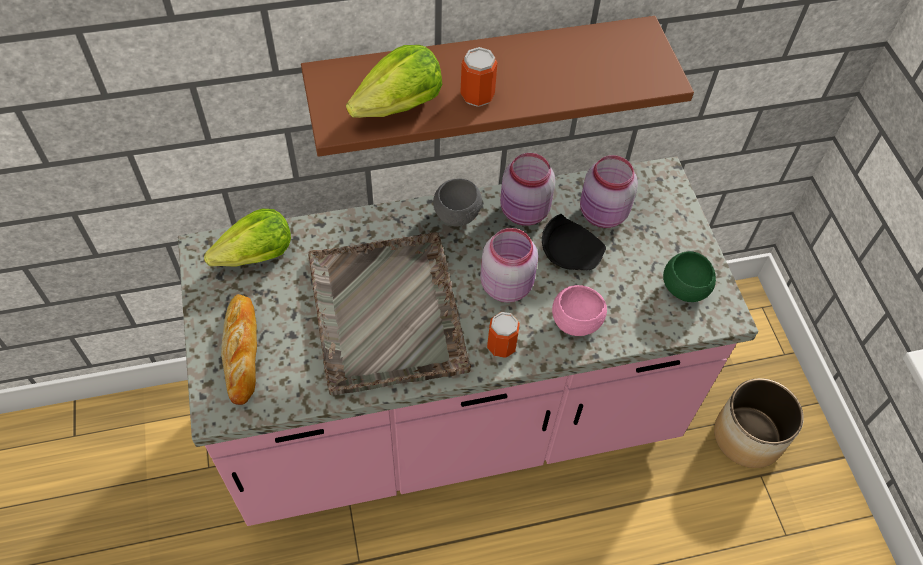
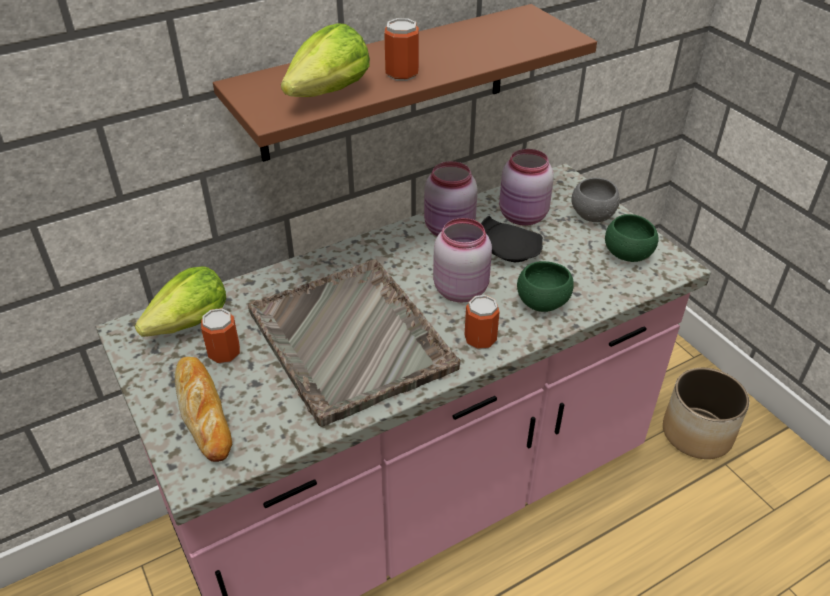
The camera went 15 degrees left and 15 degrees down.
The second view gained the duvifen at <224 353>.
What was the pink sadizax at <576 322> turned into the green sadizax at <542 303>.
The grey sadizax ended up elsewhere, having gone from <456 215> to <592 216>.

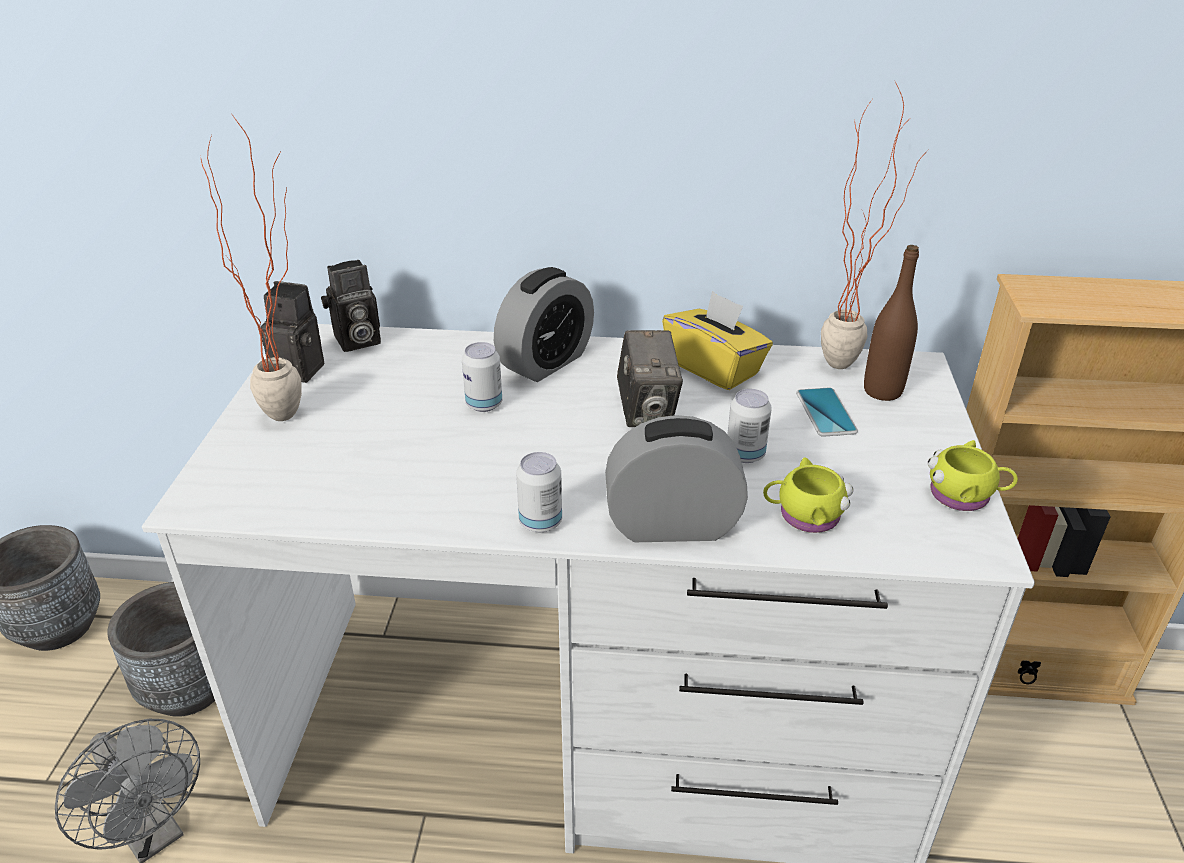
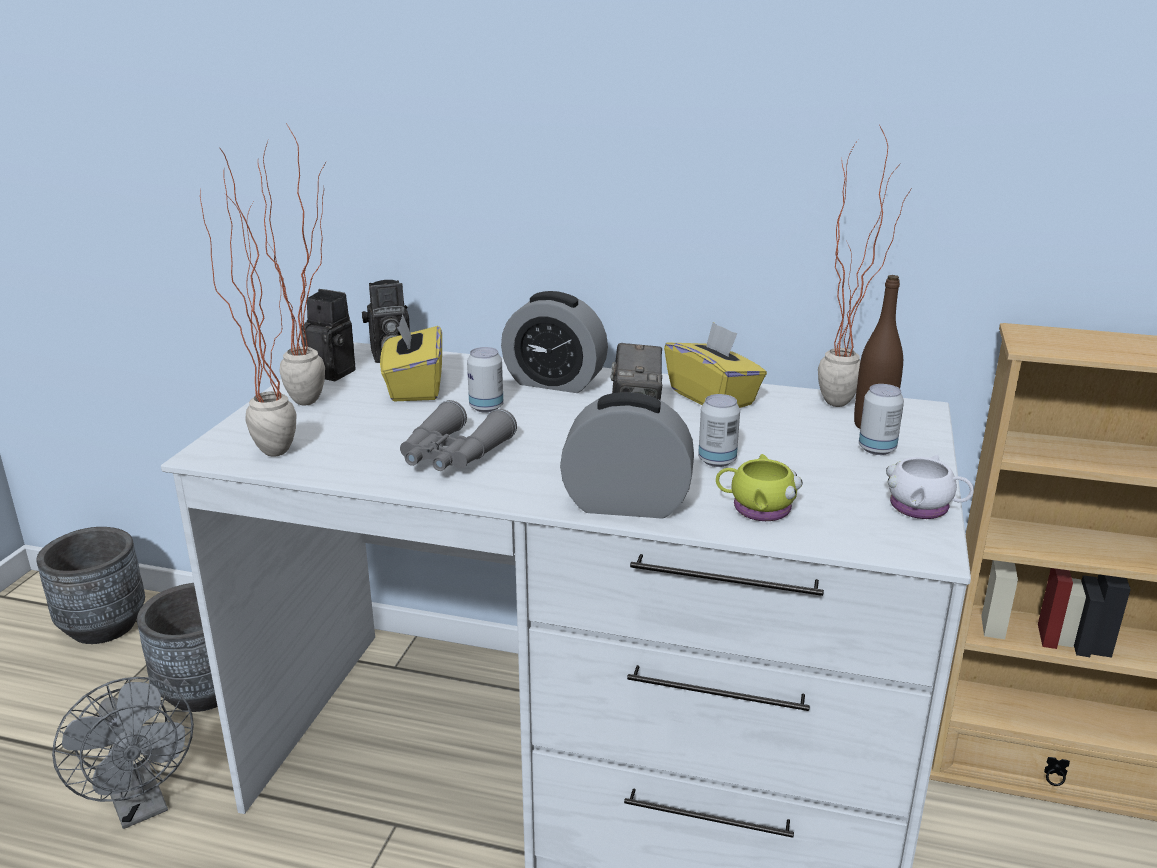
The camera went 10 degrees right and 10 degrees down.
The second view gained the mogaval at <271 446>.
The second view gained the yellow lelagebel at <414 387>.
The second view gained the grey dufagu at <453 455>.
The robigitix at <546 362> ended up facing another way, 60 degrees clockwise from before.
The duvifen ended up elsewhere, having gone from <540 522> to <877 449>.
What was the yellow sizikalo at <964 496> turned into the white sizikalo at <924 508>.
The second view lost the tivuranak at <825 413>.

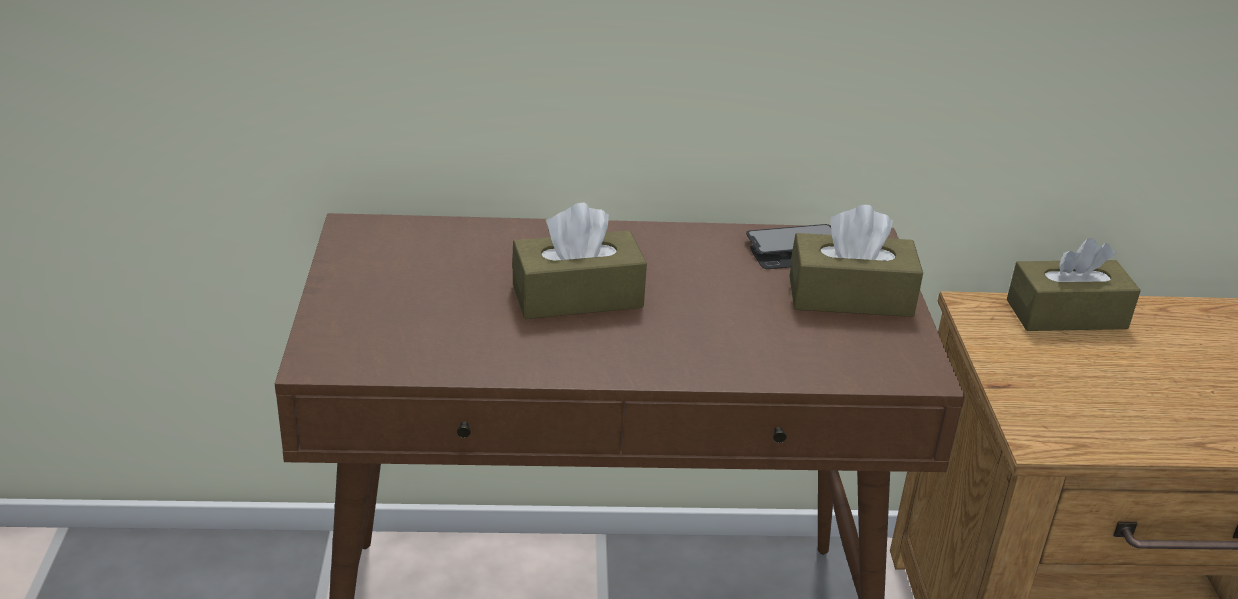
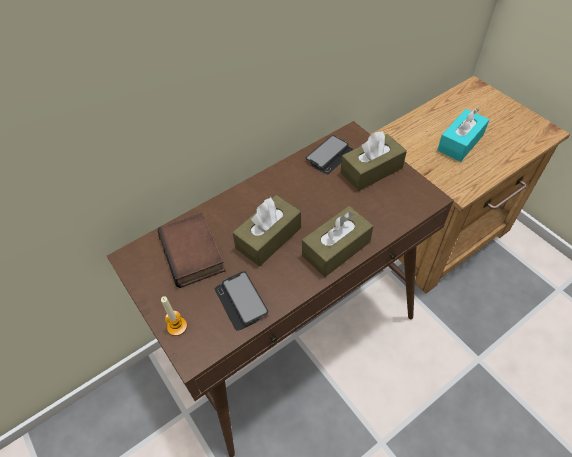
The camera went 30 degrees left and 20 degrees up.
The second view gained the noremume at <195 254>.
The second view gained the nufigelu at <177 326>.
The second view gained the tivuranak at <241 301>.
The brown lelagebel ended up elsewhere, having gone from <1066 314> to <336 248>.
The second view gained the turquoise lelagebel at <460 143>.

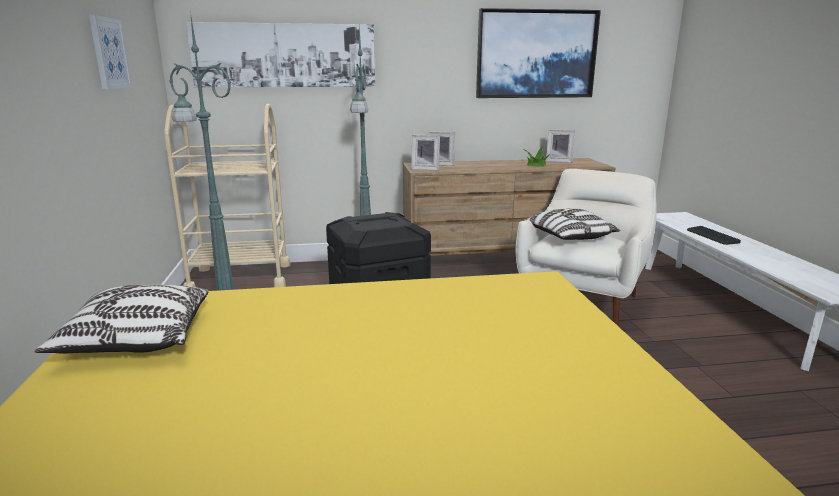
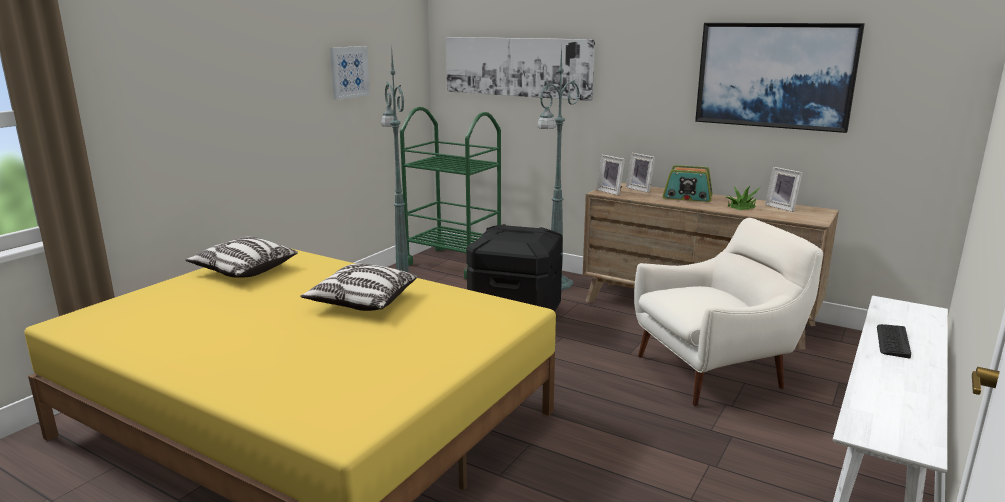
The camera went 40 degrees right and 0 degrees up.
The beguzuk ended up elsewhere, having gone from <568 237> to <362 302>.
What was the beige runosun at <240 278> turned into the green runosun at <453 262>.
The second view gained the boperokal at <687 197>.

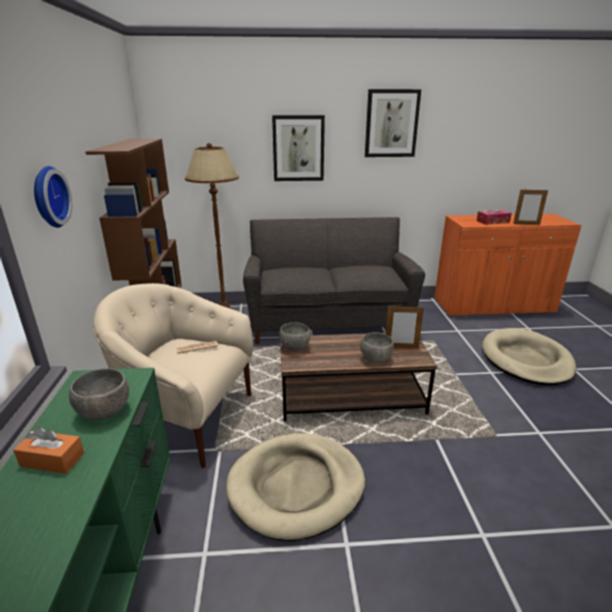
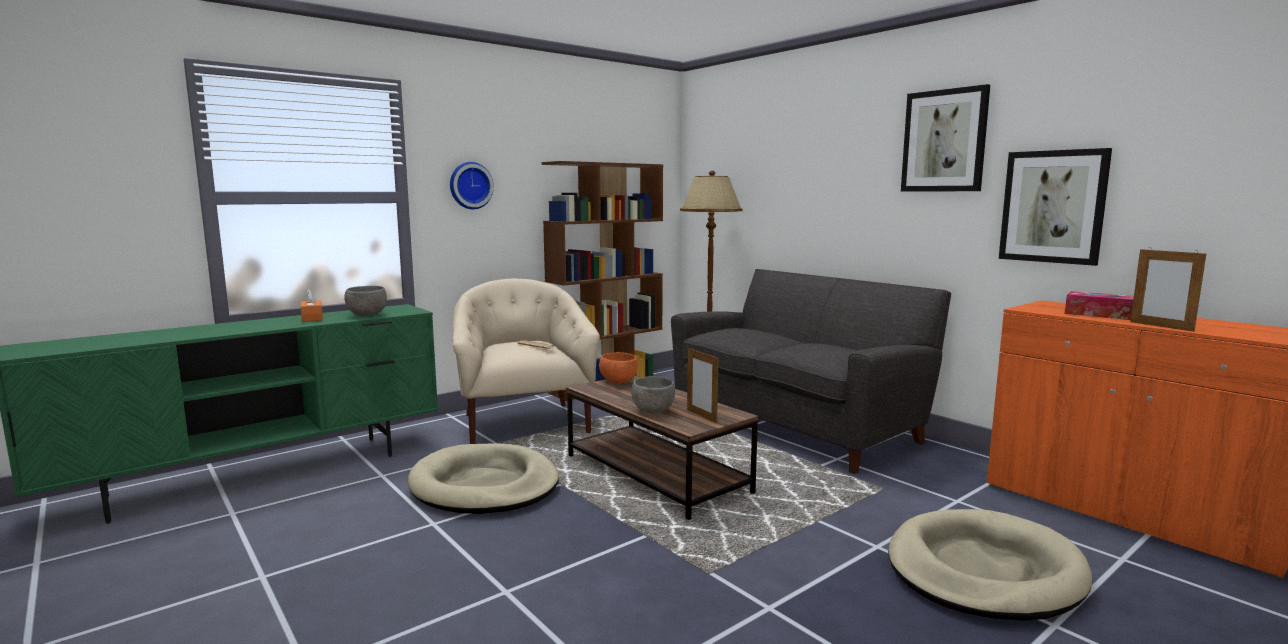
The camera went 55 degrees right and 15 degrees down.
What was the grey sadizax at <295 348> turned into the orange sadizax at <618 382>.
The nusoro ended up elsewhere, having gone from <298 148> to <1053 206>.

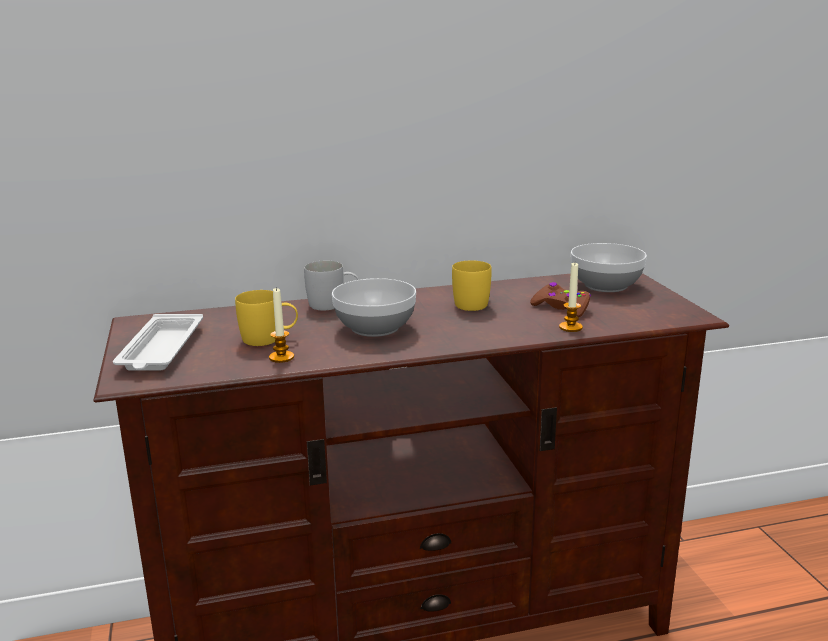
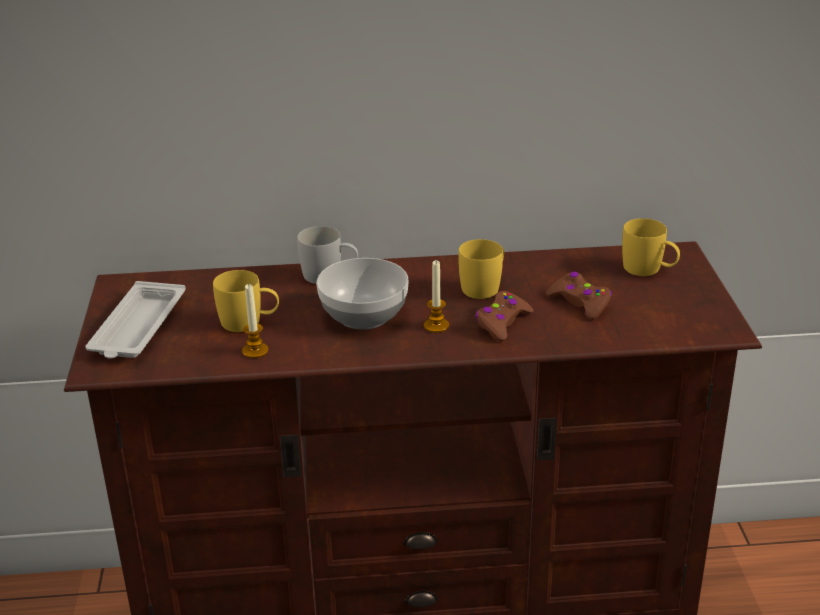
The camera went 10 degrees right and 10 degrees up.
The nufigelu ended up elsewhere, having gone from <570 327> to <436 326>.
The second view gained the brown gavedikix at <502 323>.
Where the sadizax stood at <607 285>, the yellow sizikalo came to stand at <649 270>.

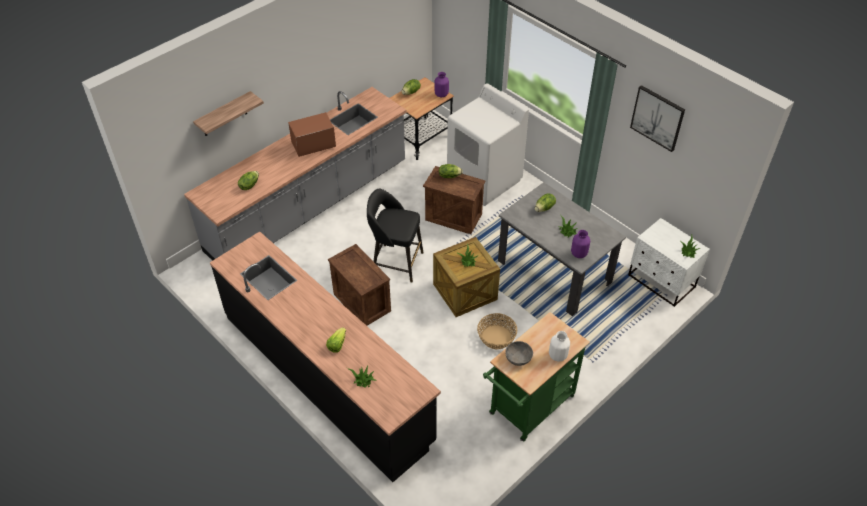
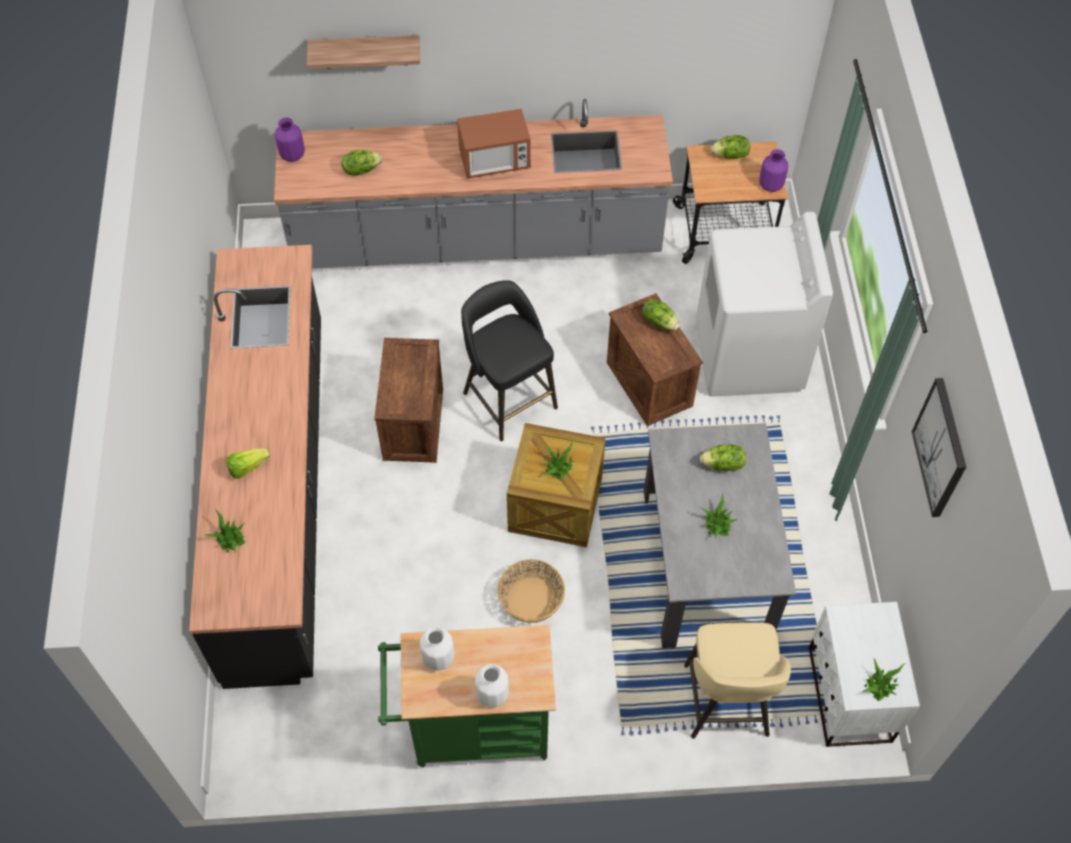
The camera went 40 degrees right and 10 degrees up.
The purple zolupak ended up elsewhere, having gone from <578 254> to <292 155>.
Where the grey sadizax stood at <518 358>, the white zolupak came to stand at <438 657>.
The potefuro at <313 145> ended up facing another way, 150 degrees clockwise from before.
The second view gained the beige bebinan at <726 703>.

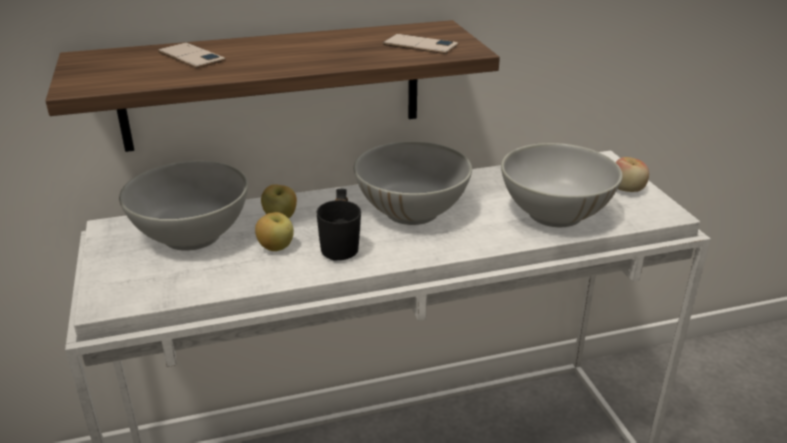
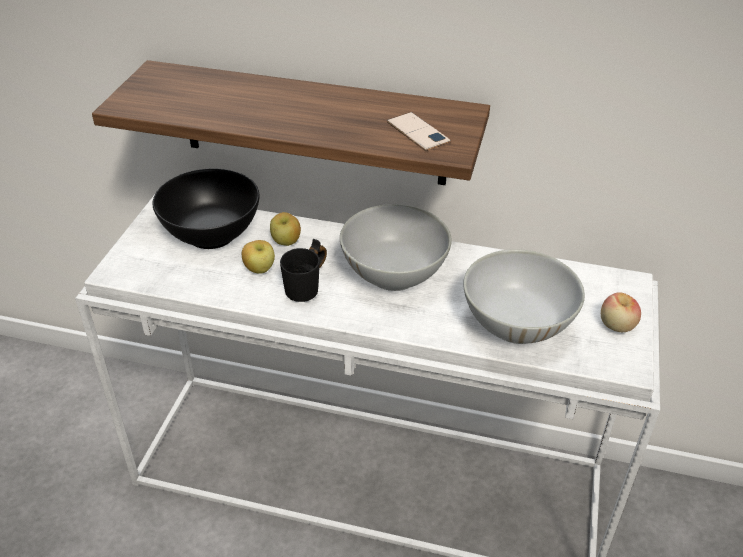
The camera went 30 degrees right and 10 degrees up.
What was the white sadizax at <193 235> turned into the black sadizax at <212 235>.
The second view lost the tivuranak at <191 56>.

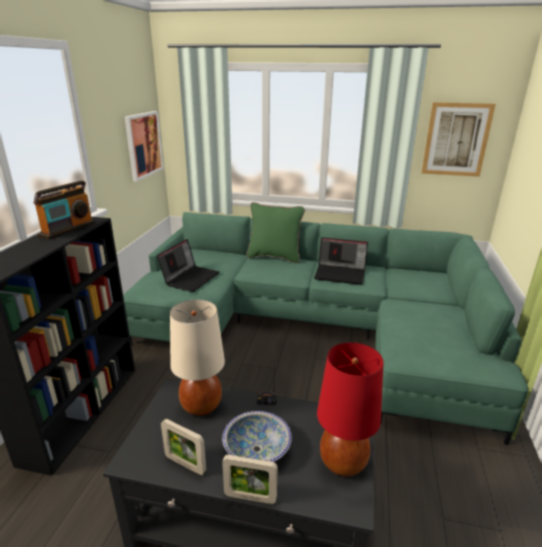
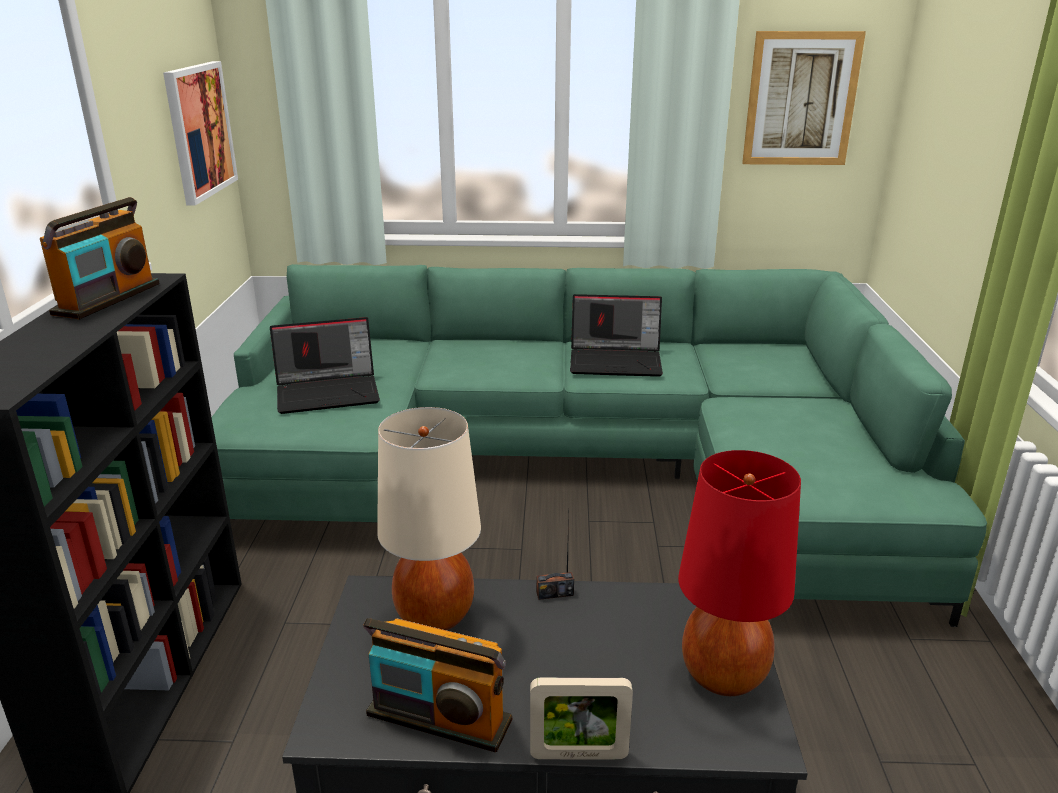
The camera went 10 degrees left and 0 degrees up.
The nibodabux at <190 278> ended up facing another way, 60 degrees clockwise from before.
Where the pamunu stood at <185 464>, the boperokal came to stand at <439 718>.
The second view lost the sadizax at <256 449>.
The second view lost the green beguzuk at <274 257>.

